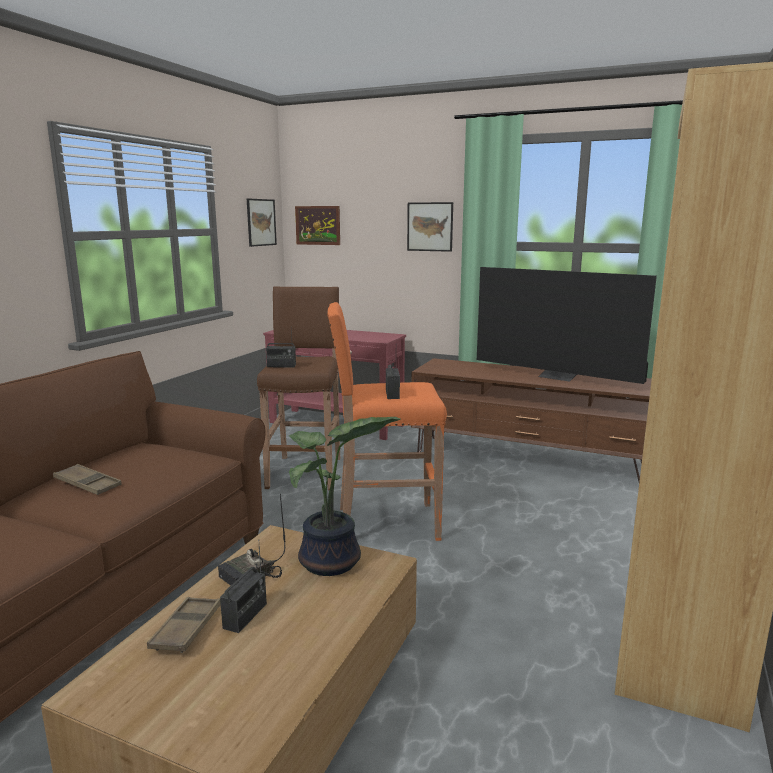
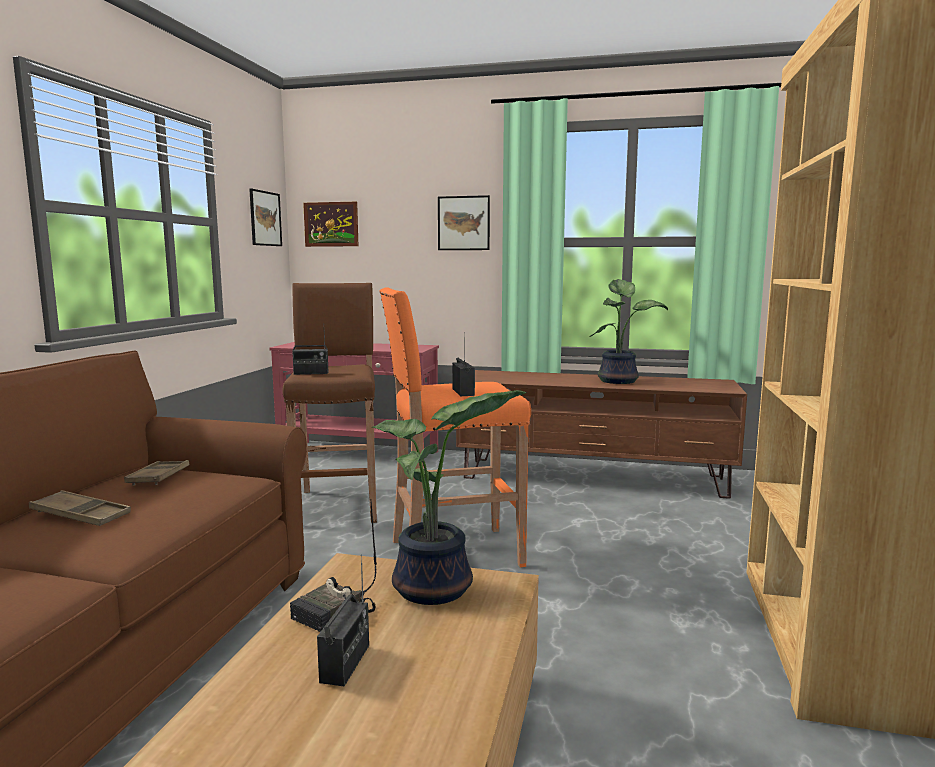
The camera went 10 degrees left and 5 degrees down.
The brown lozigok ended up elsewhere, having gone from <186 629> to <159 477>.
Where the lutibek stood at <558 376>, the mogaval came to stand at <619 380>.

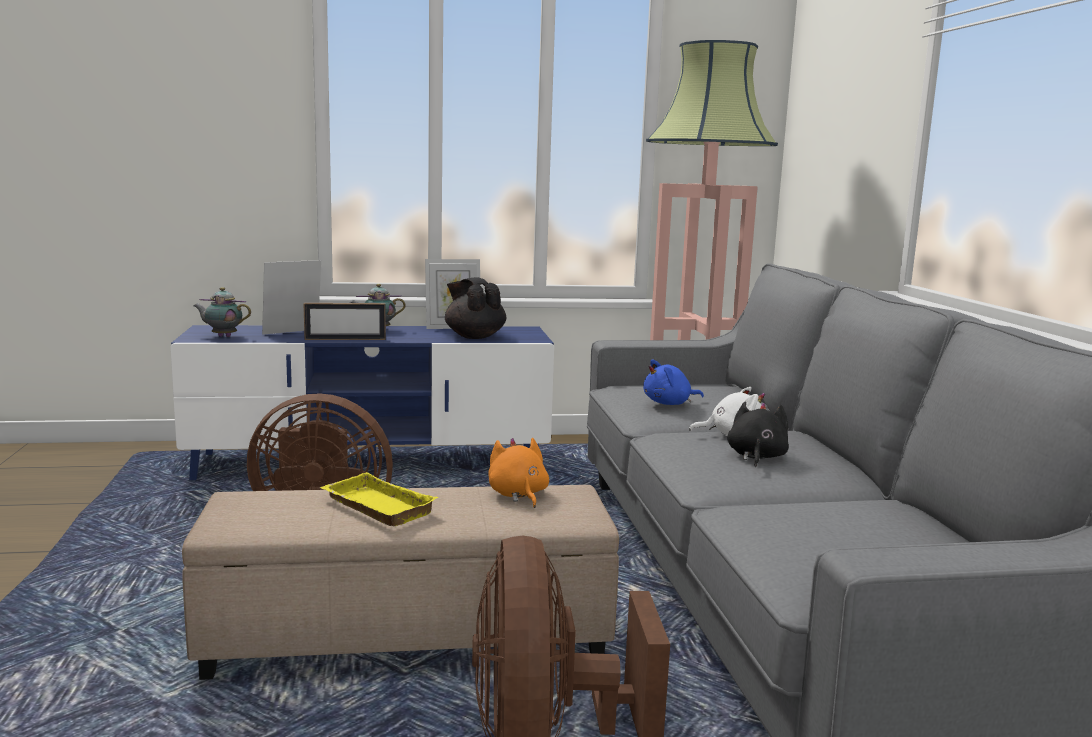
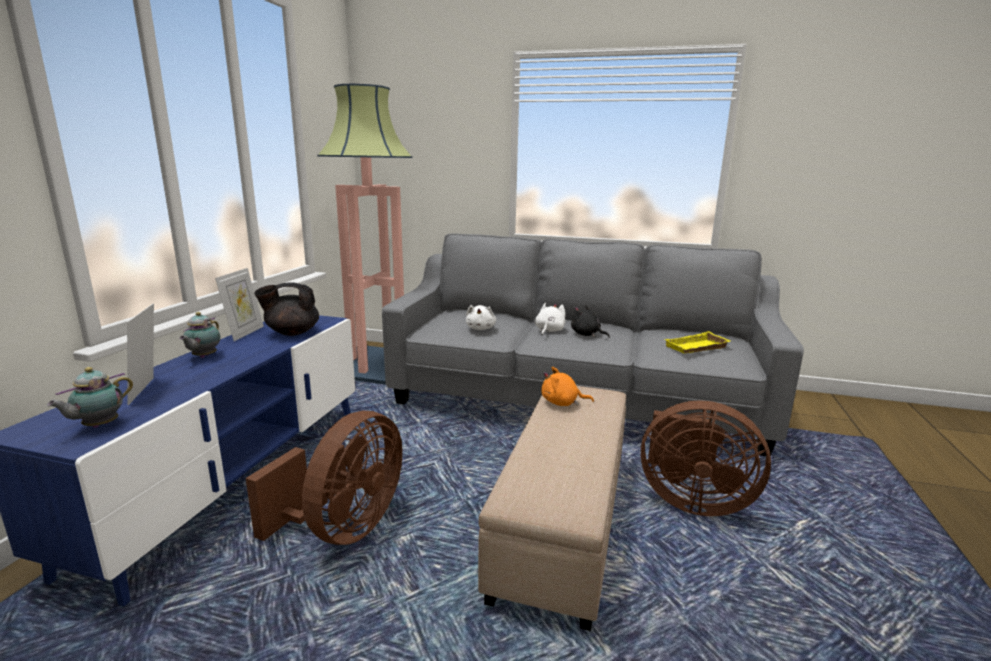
The camera went 65 degrees left and 5 degrees up.
What was the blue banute at <669 403> turned into the white banute at <481 328>.
The yellow lozigok ended up elsewhere, having gone from <374 507> to <697 348>.
The second view lost the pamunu at <345 339>.

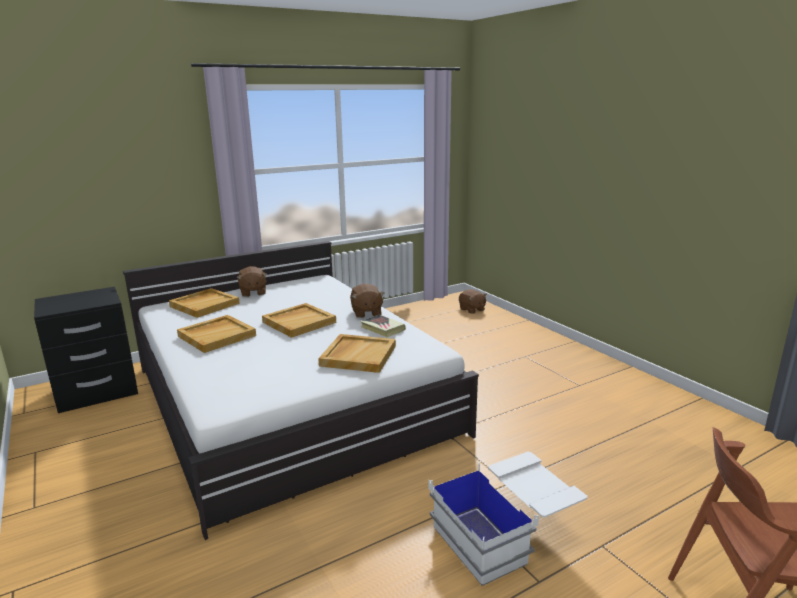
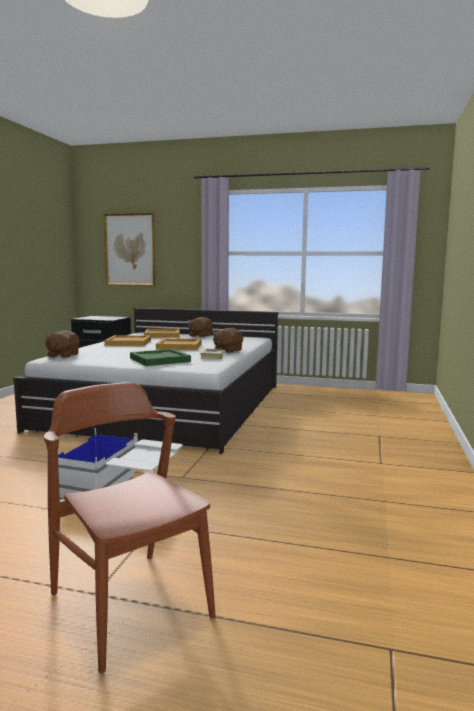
The camera went 45 degrees right and 10 degrees down.
The brown banute ended up elsewhere, having gone from <472 309> to <62 355>.
The second view gained the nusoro at <130 249>.
What was the beige lozigok at <358 355> turned into the green lozigok at <160 360>.

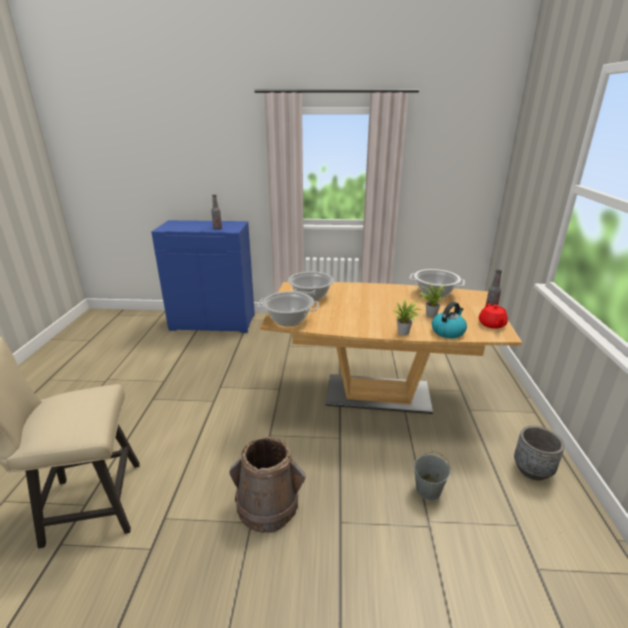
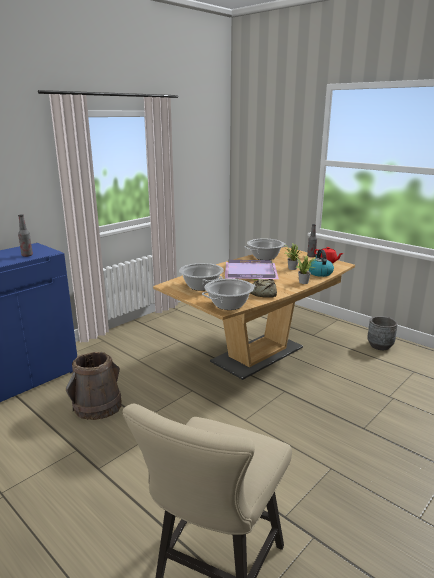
The camera went 50 degrees left and 5 degrees down.
The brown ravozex ended up elsewhere, having gone from <268 505> to <97 406>.
The second view gained the purple lozigok at <251 272>.
The second view gained the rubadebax at <263 293>.
The second view lost the grey ravozex at <428 489>.

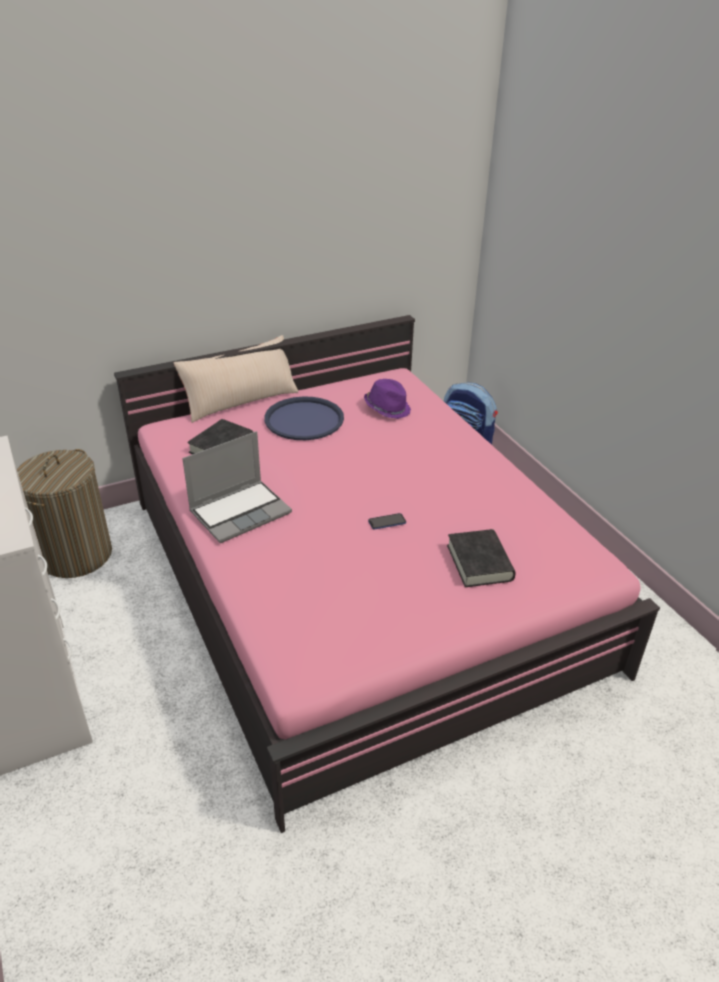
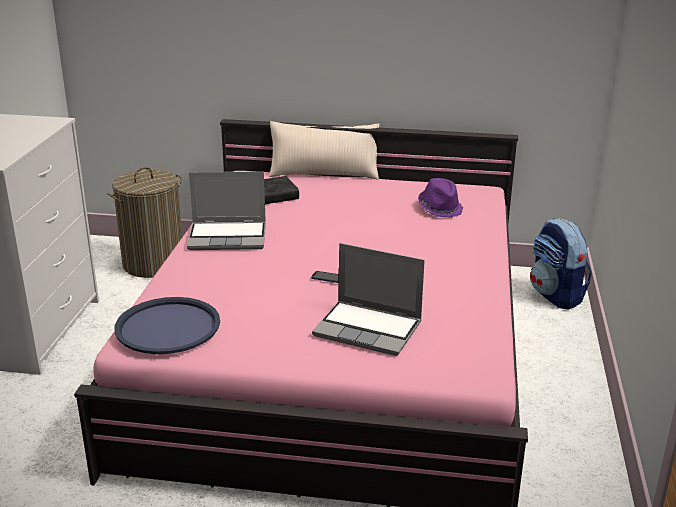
The camera went 35 degrees right and 10 degrees down.
The blue lozigok ended up elsewhere, having gone from <304 419> to <167 327>.
Where the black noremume stood at <479 563>, the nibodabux came to stand at <369 329>.

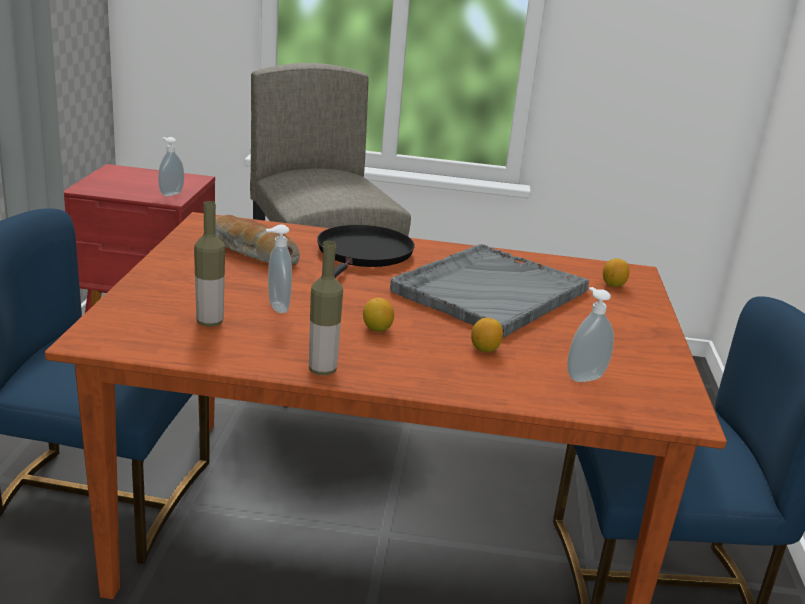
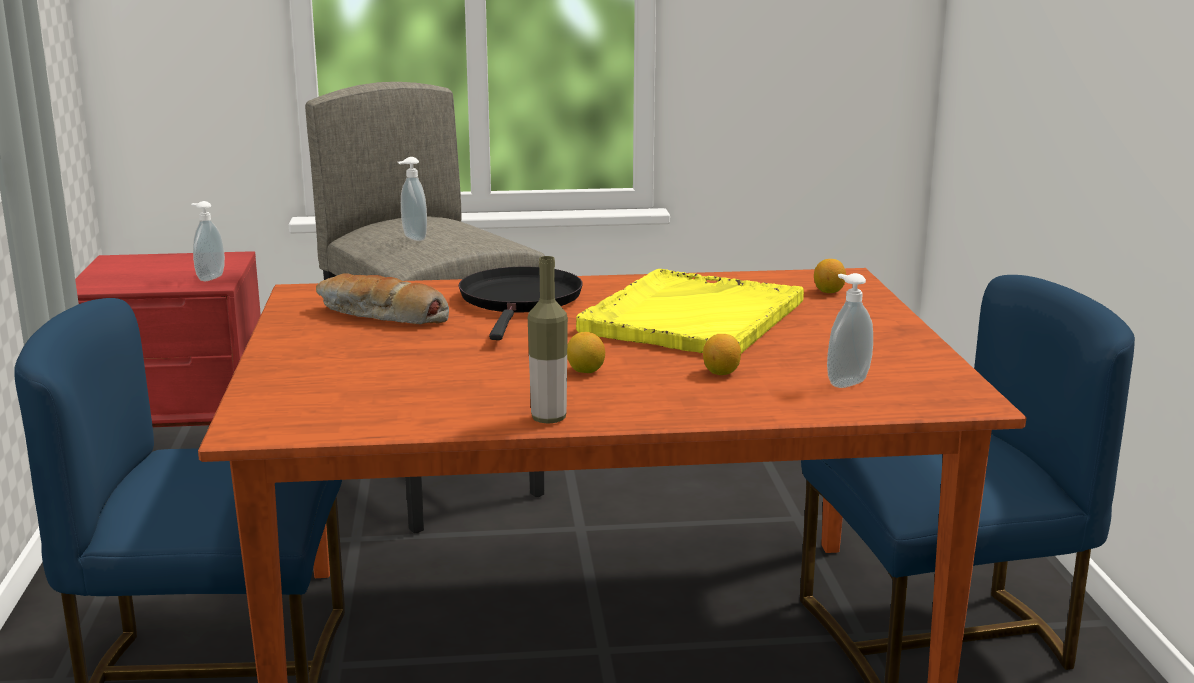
The camera went 10 degrees left and 5 degrees down.
The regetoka ended up elsewhere, having gone from <276 307> to <413 238>.
What was the grey lozigok at <489 291> turned into the yellow lozigok at <692 317>.
The second view lost the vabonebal at <210 322>.

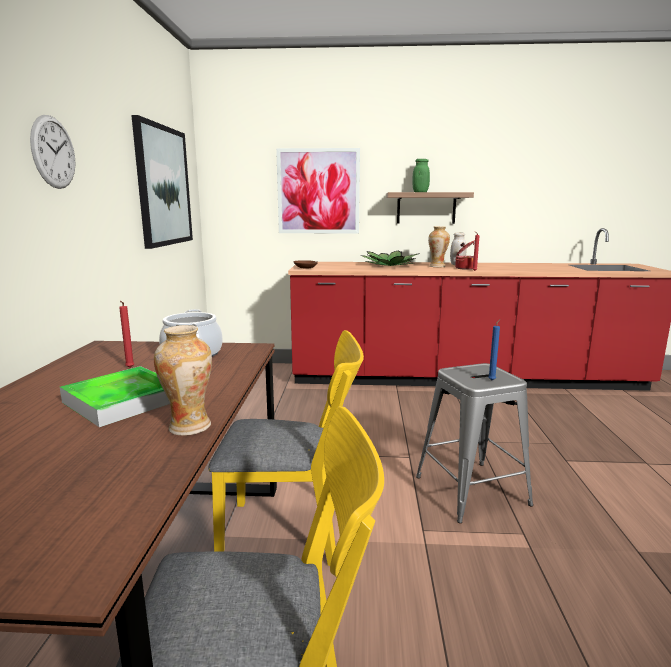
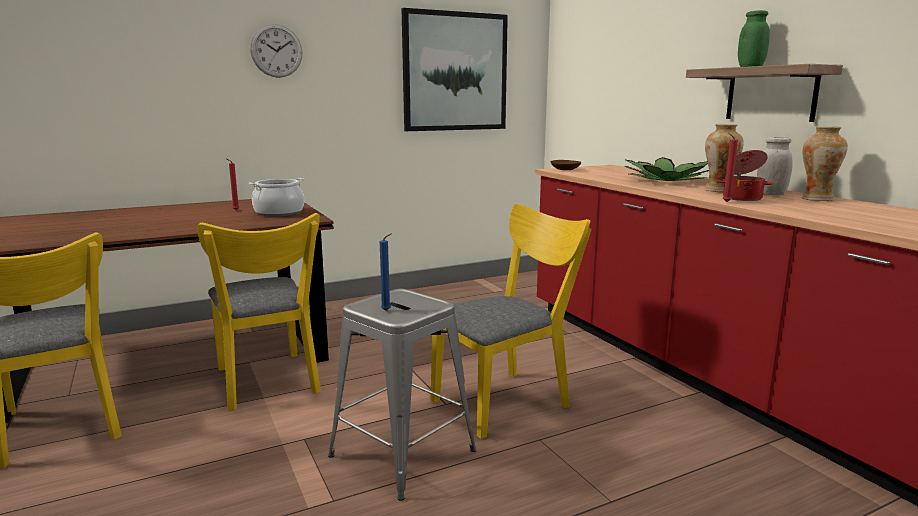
The camera went 60 degrees right and 0 degrees up.
The second view gained the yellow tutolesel at <508 400>.
The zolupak ended up elsewhere, having gone from <189 427> to <817 199>.
The second view lost the lozigok at <123 401>.
The second view lost the nusoro at <318 191>.

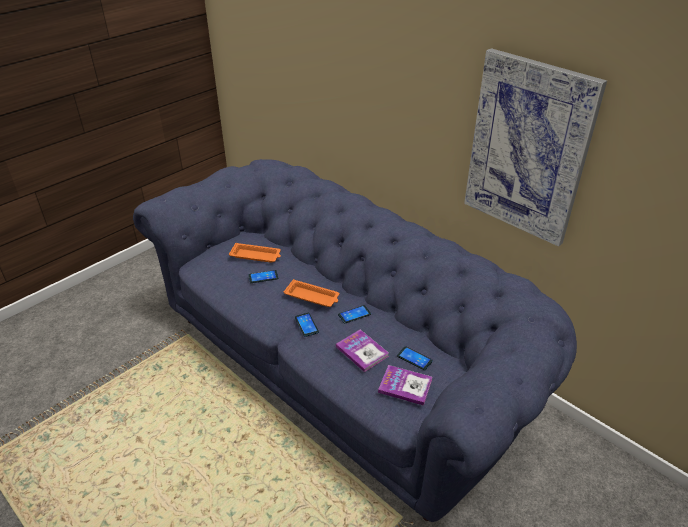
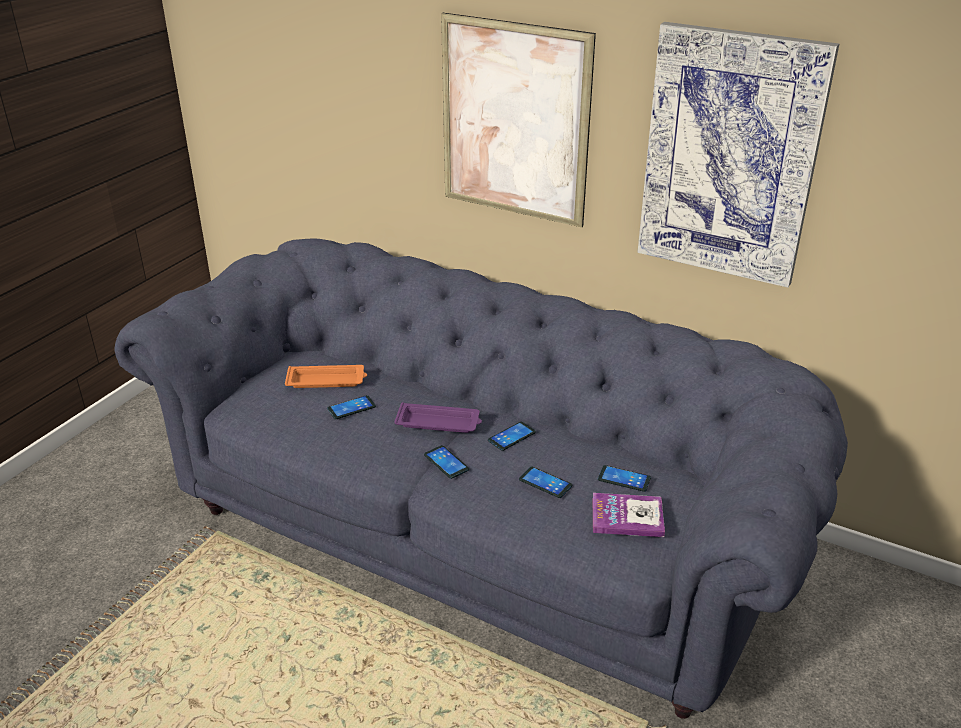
The camera went 15 degrees left and 5 degrees down.
What was the orange lozigok at <312 297> turned into the purple lozigok at <439 423>.
The second view gained the nusoro at <514 121>.
Where the noremume stood at <362 351>, the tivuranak came to stand at <545 483>.

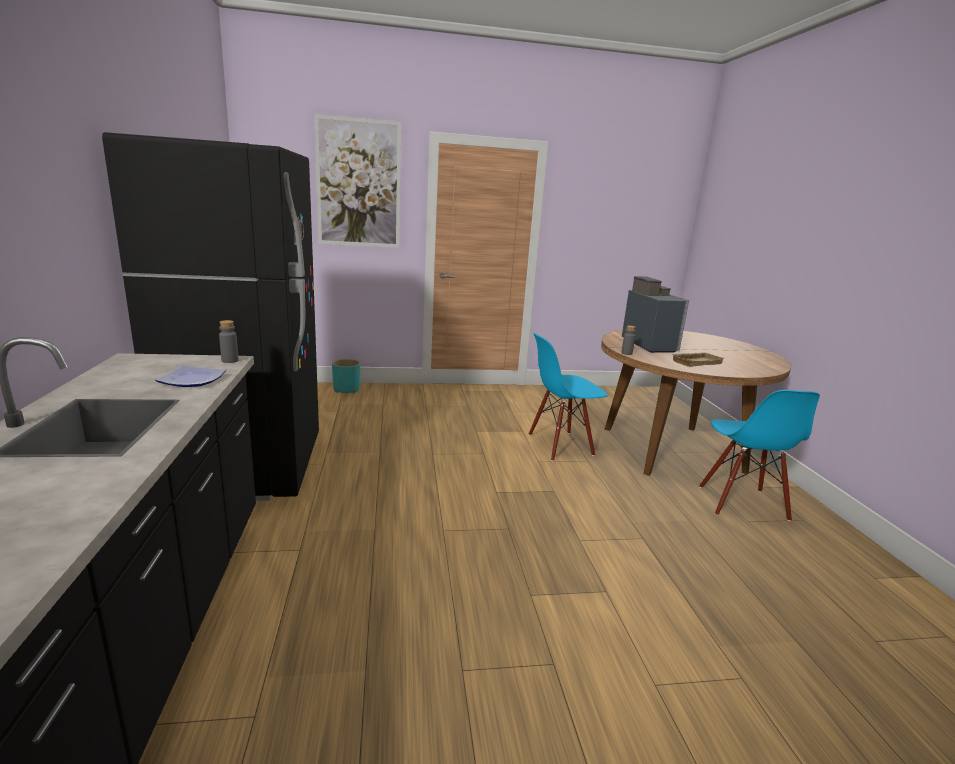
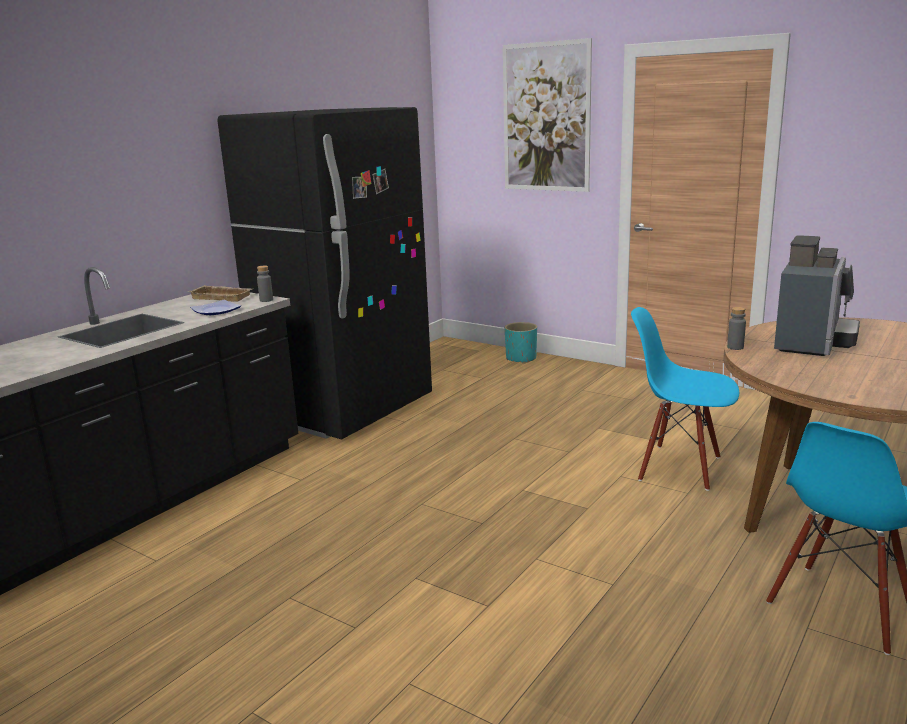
The camera went 45 degrees right and 0 degrees up.
The beige lozigok ended up elsewhere, having gone from <695 362> to <223 297>.

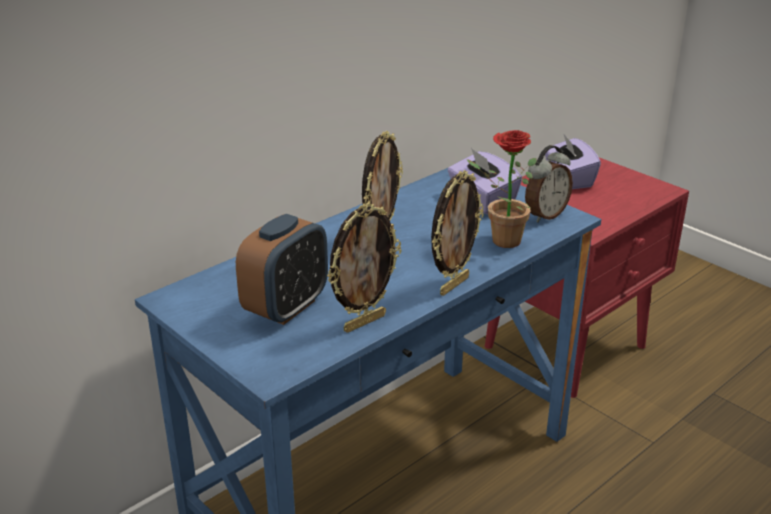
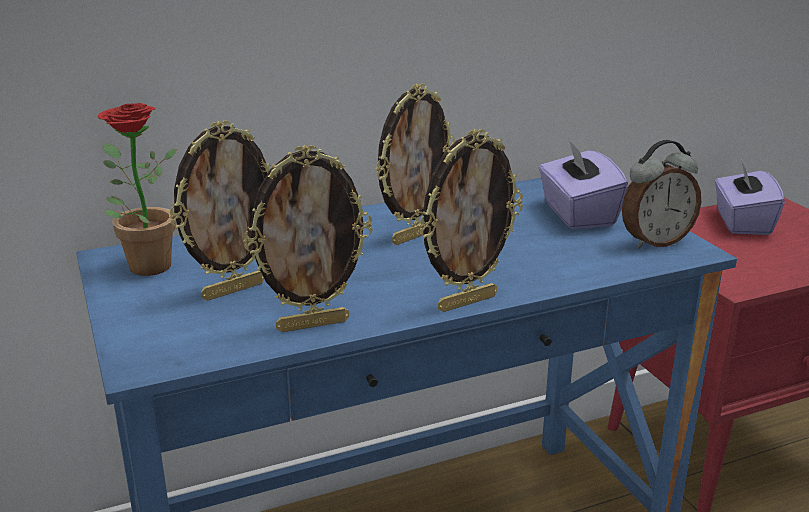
The camera went 20 degrees right and 5 degrees down.
The mogaval ended up elsewhere, having gone from <499 240> to <143 264>.
Where the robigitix stood at <286 307>, the pamunu came to stand at <233 290>.

